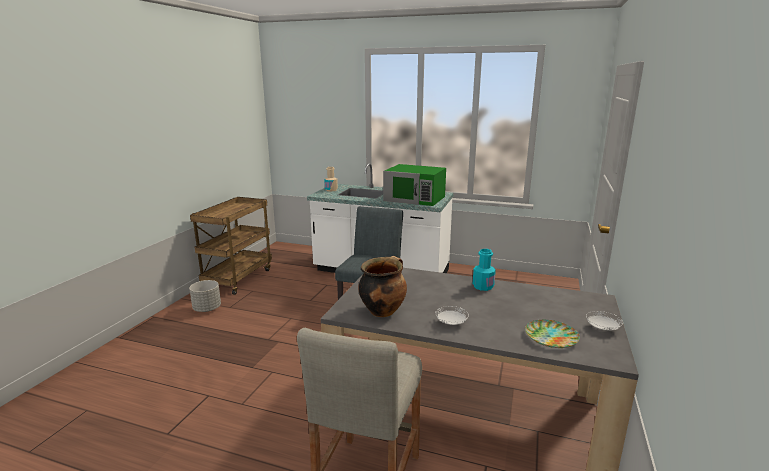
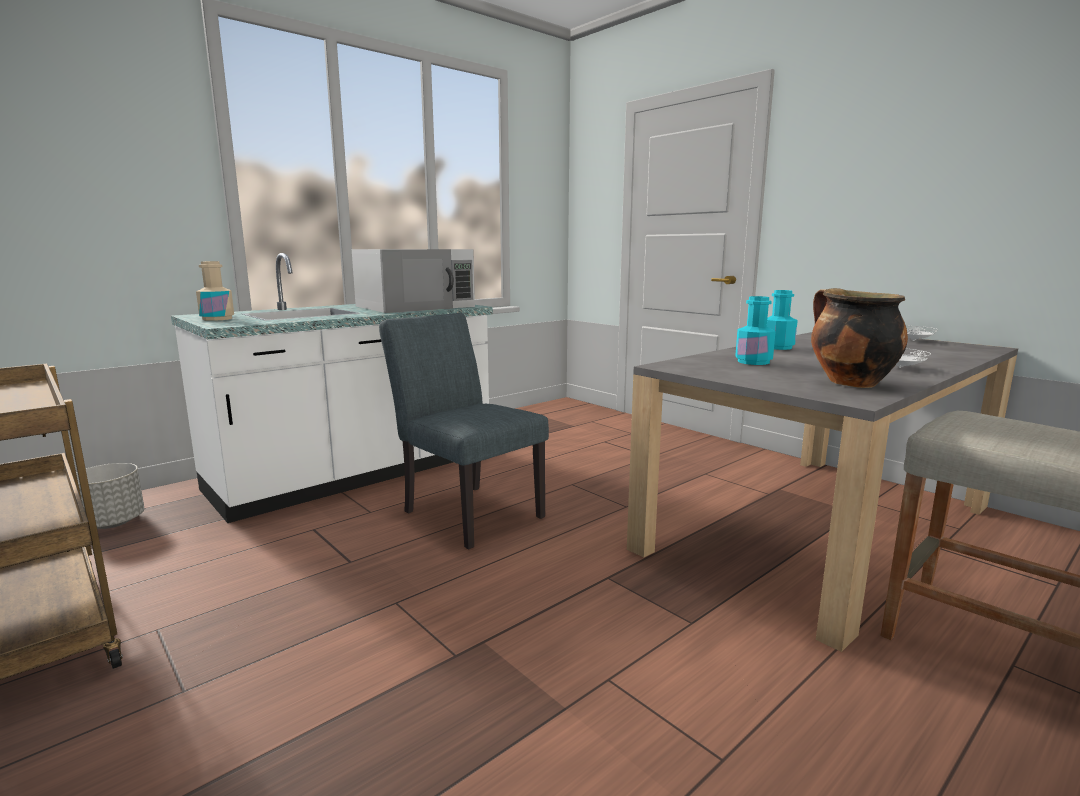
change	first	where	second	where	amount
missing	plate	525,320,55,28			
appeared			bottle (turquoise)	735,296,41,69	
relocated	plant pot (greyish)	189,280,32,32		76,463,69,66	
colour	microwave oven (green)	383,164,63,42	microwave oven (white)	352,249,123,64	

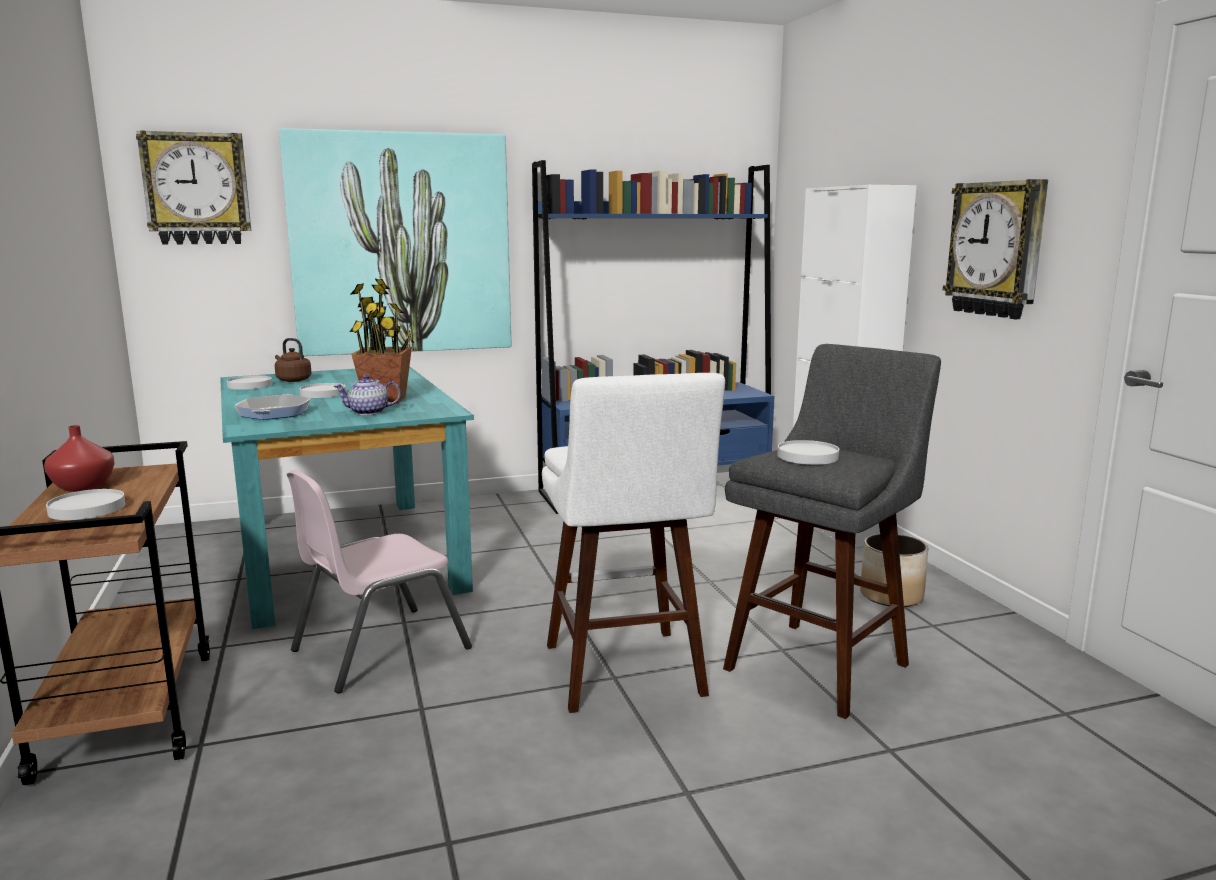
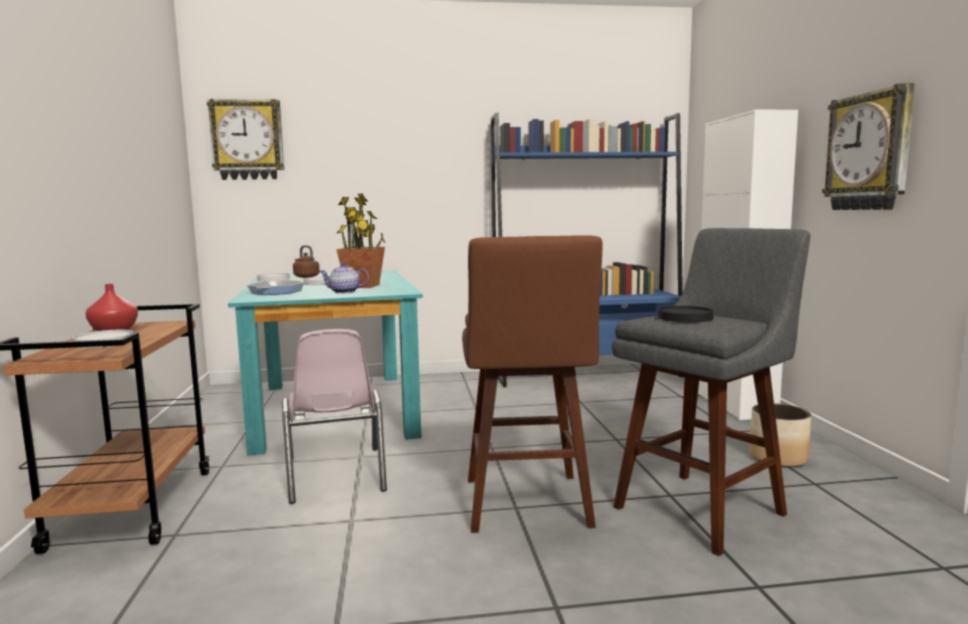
change	first	where	second	where	amount
missing	wall art	279,128,232,228			
colour	stool seat (white)	542,373,183,340	stool seat (brown)	462,235,141,298	
colour	plate (white)	777,440,62,25	plate (black)	658,306,56,16	
spun	chair (pinkish)	287,470,185,223		282,329,105,175	75 degrees counterclockwise

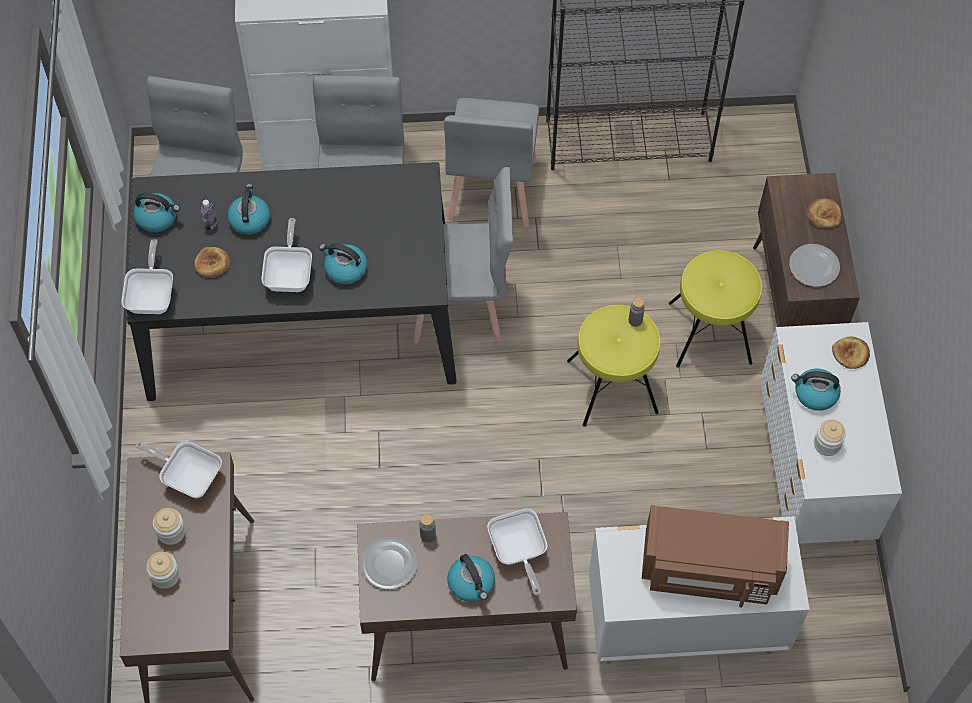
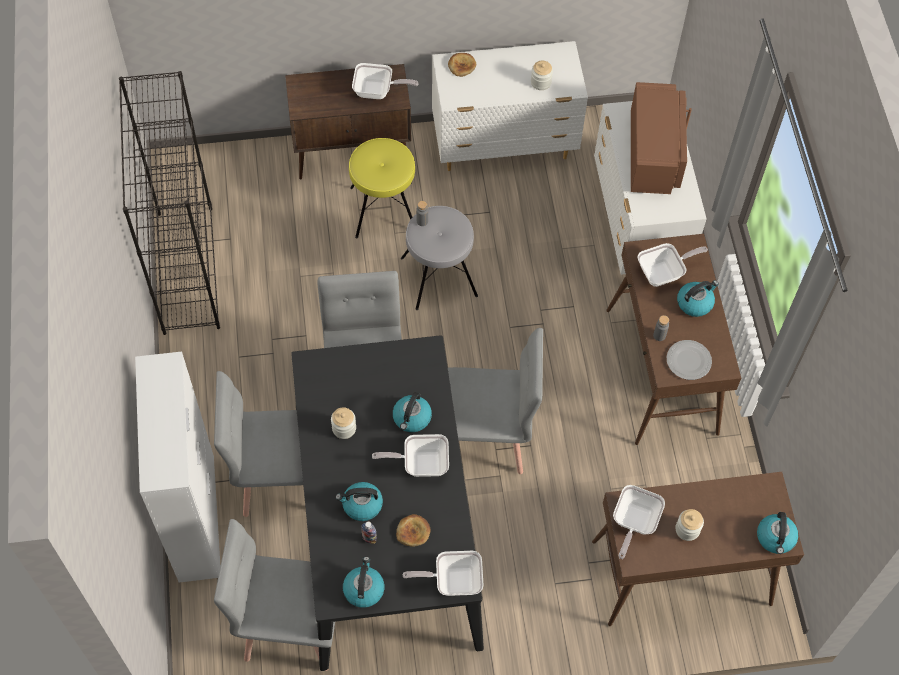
change	first	where	second	where	amount
missing	bread	807,199,34,29			
relocated	preserve jar	146,552,34,37		331,407,25,32	
relocated	chair (greyish)	444,98,95,129		448,328,95,146	
relocated	water kettle	791,368,50,43		757,512,41,42	
exchanged	plate	789,244,51,43	pan	352,63,67,36	
colour	stool seat (yellow)	567,305,93,122	stool seat (greyish)	401,206,77,104	

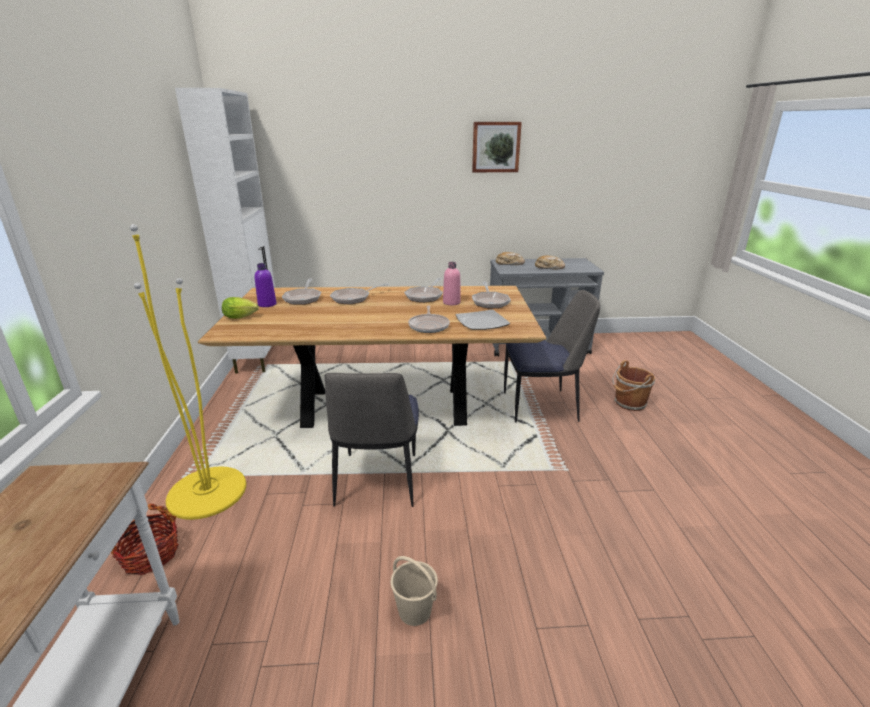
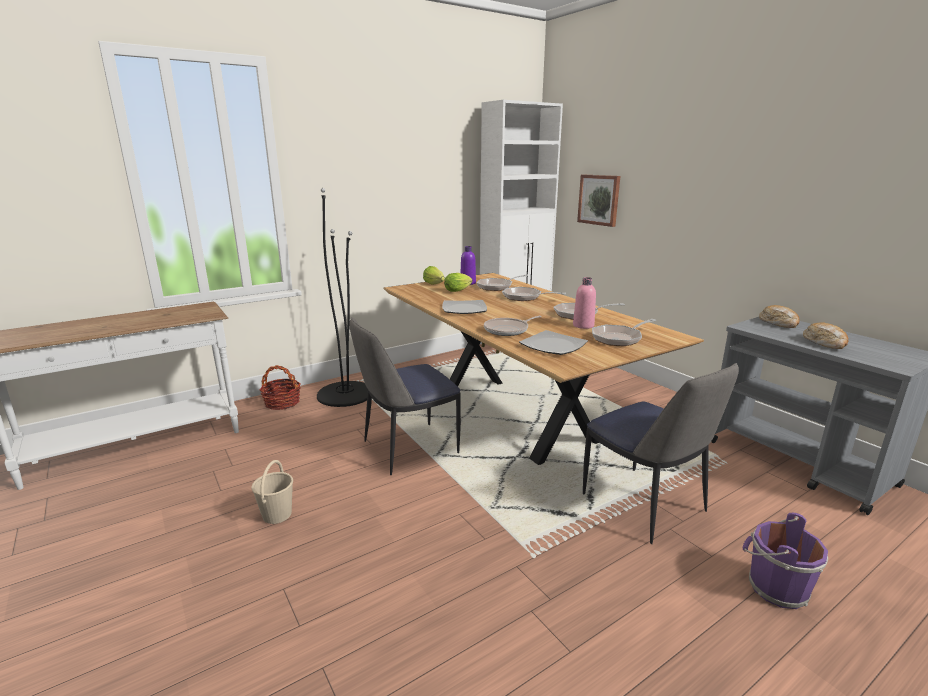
change	first	where	second	where	amount
appeared			plate	442,300,45,14	
appeared			lettuce	444,273,28,19	
relocated	wall art	472,122,50,50		577,175,43,52	
colour	standing lamp (yellow)	130,224,116,296	standing lamp (black)	317,188,51,219	
colour	water bucket (brown)	612,360,44,51	water bucket (purple)	743,512,85,97	

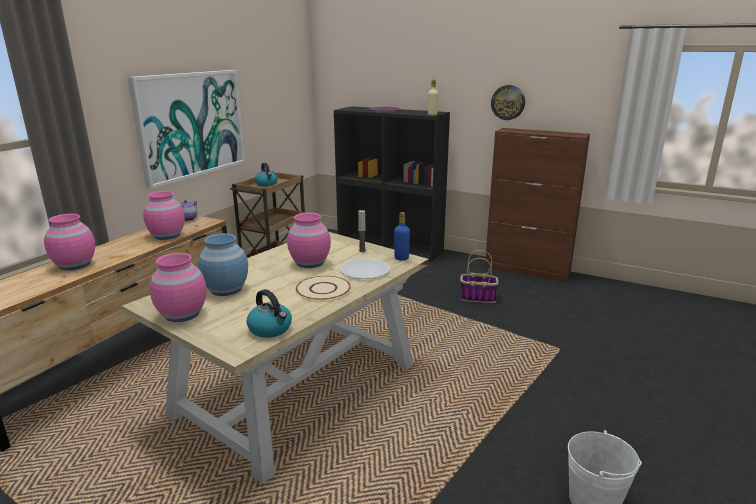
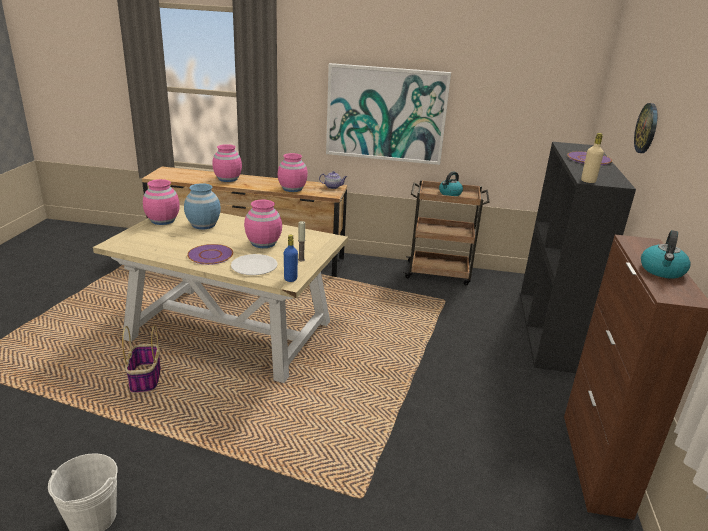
change	first	where	second	where	amount
relocated	water kettle	247,289,45,49		641,230,50,49	
relocated	household basket	460,250,39,53		122,325,39,68	
relocated	wall clock	491,85,34,35		634,103,23,50	
colour	plate (sand-coloured)	296,276,55,25	plate (purple)	187,244,46,21	

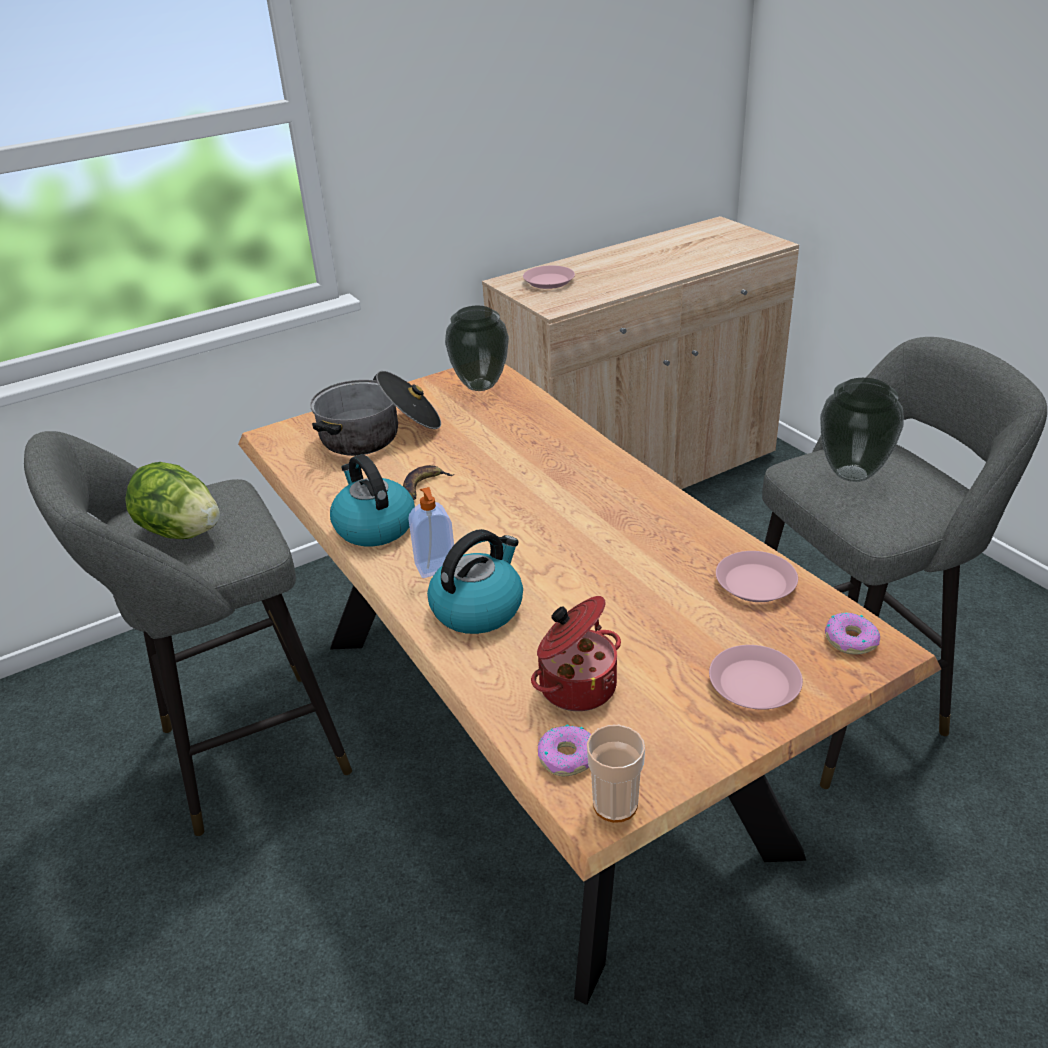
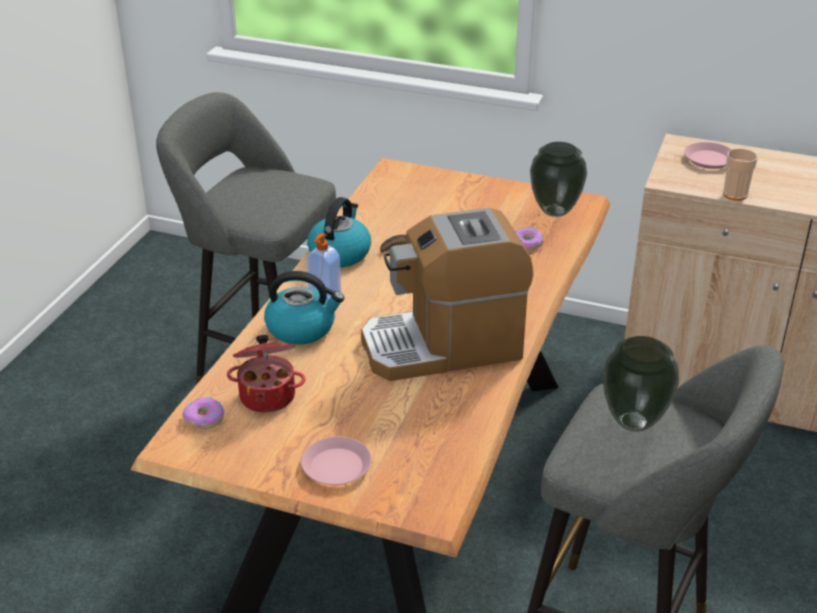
change	first	where	second	where	amount
missing	lettuce	125,462,95,77			
missing	cooking pot	310,371,131,85			
missing	plate (pinkish)	716,551,82,51			
appeared			coffee maker	361,208,172,173	
relocated	small cup	587,725,58,98		723,148,35,53	
relocated	ring doughnut	825,612,55,43		515,227,29,24	

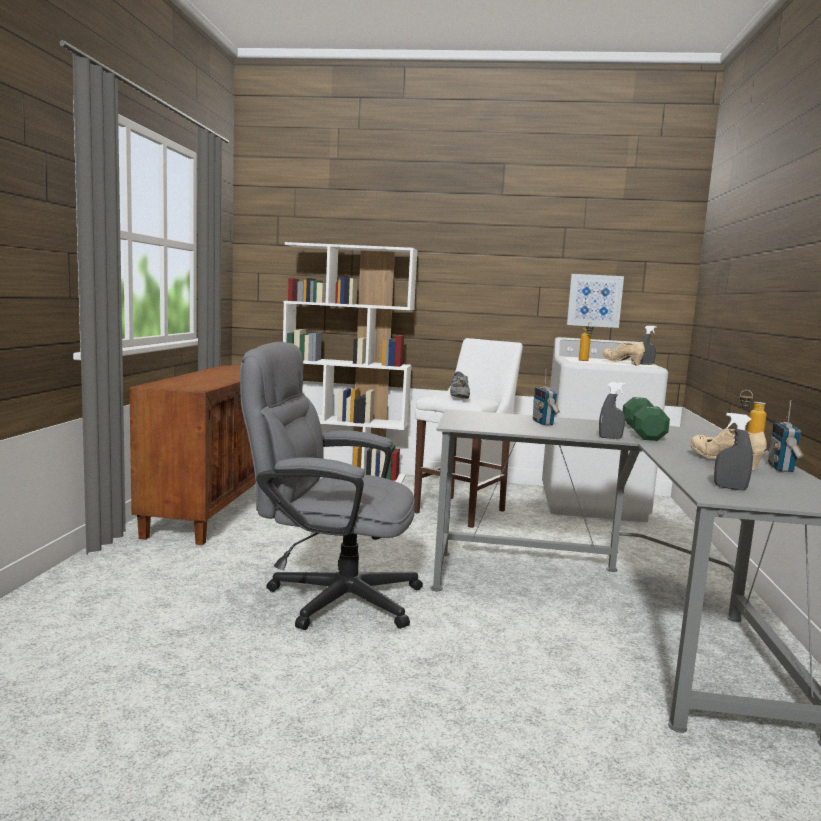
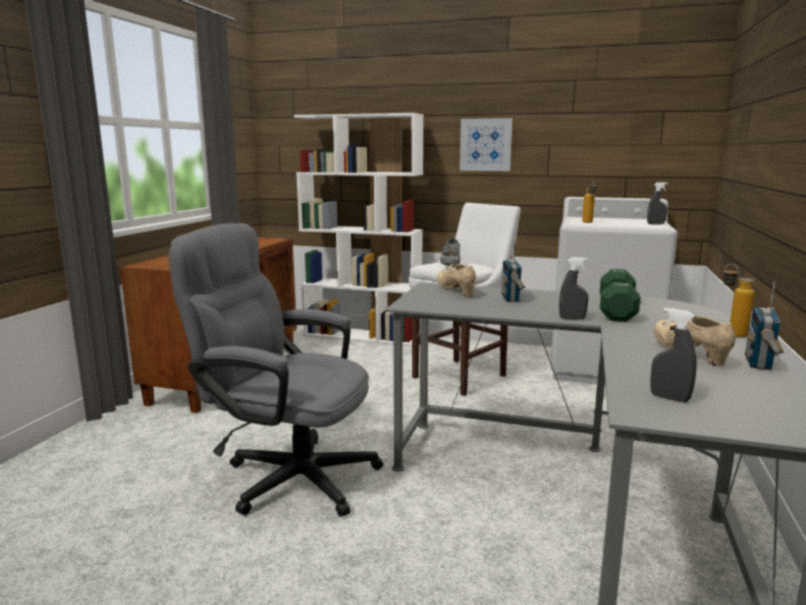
change	first	where	second	where	amount
relocated	wall art	567,274,57,54		460,118,52,53	
relocated	shoe (sand-coloured)	603,342,42,23		437,264,39,33	

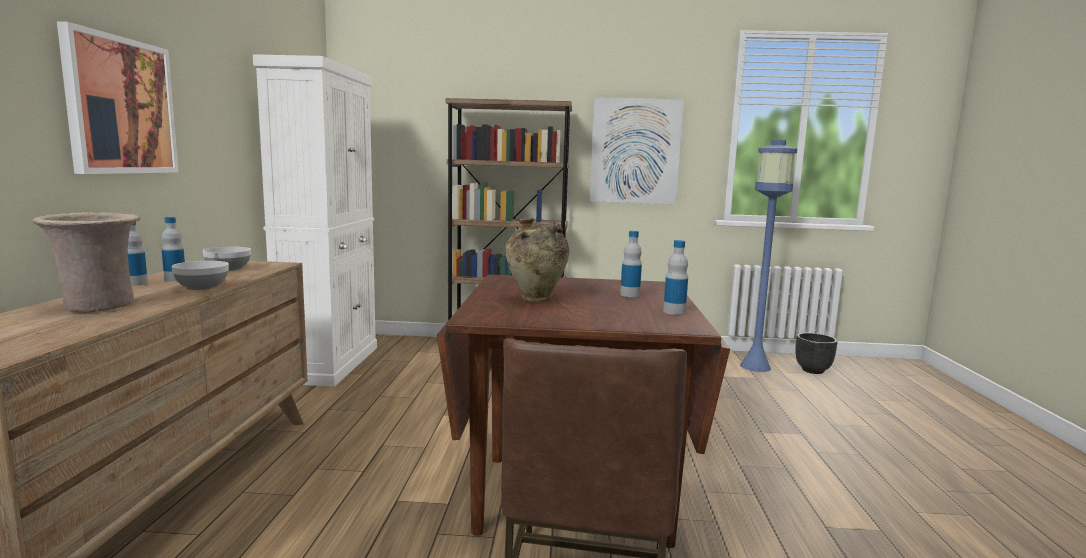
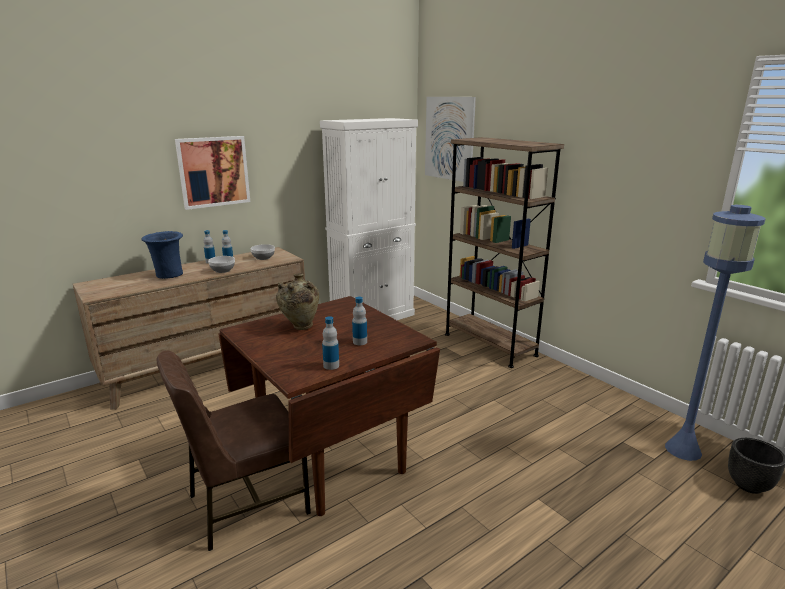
change	first	where	second	where	amount
relocated	wall art	589,97,95,107		425,97,51,85	
colour	flower vase (sand-coloured)	33,212,108,101	flower vase (bluish)	142,231,41,48	

